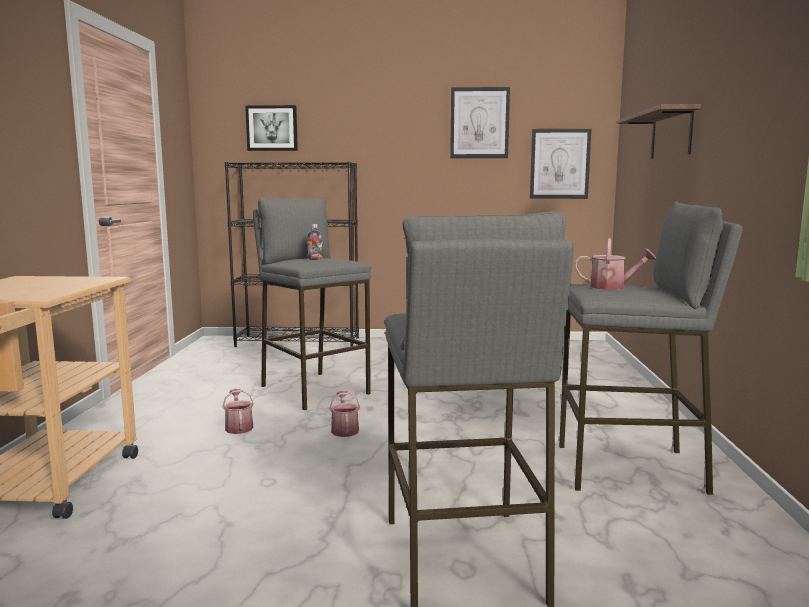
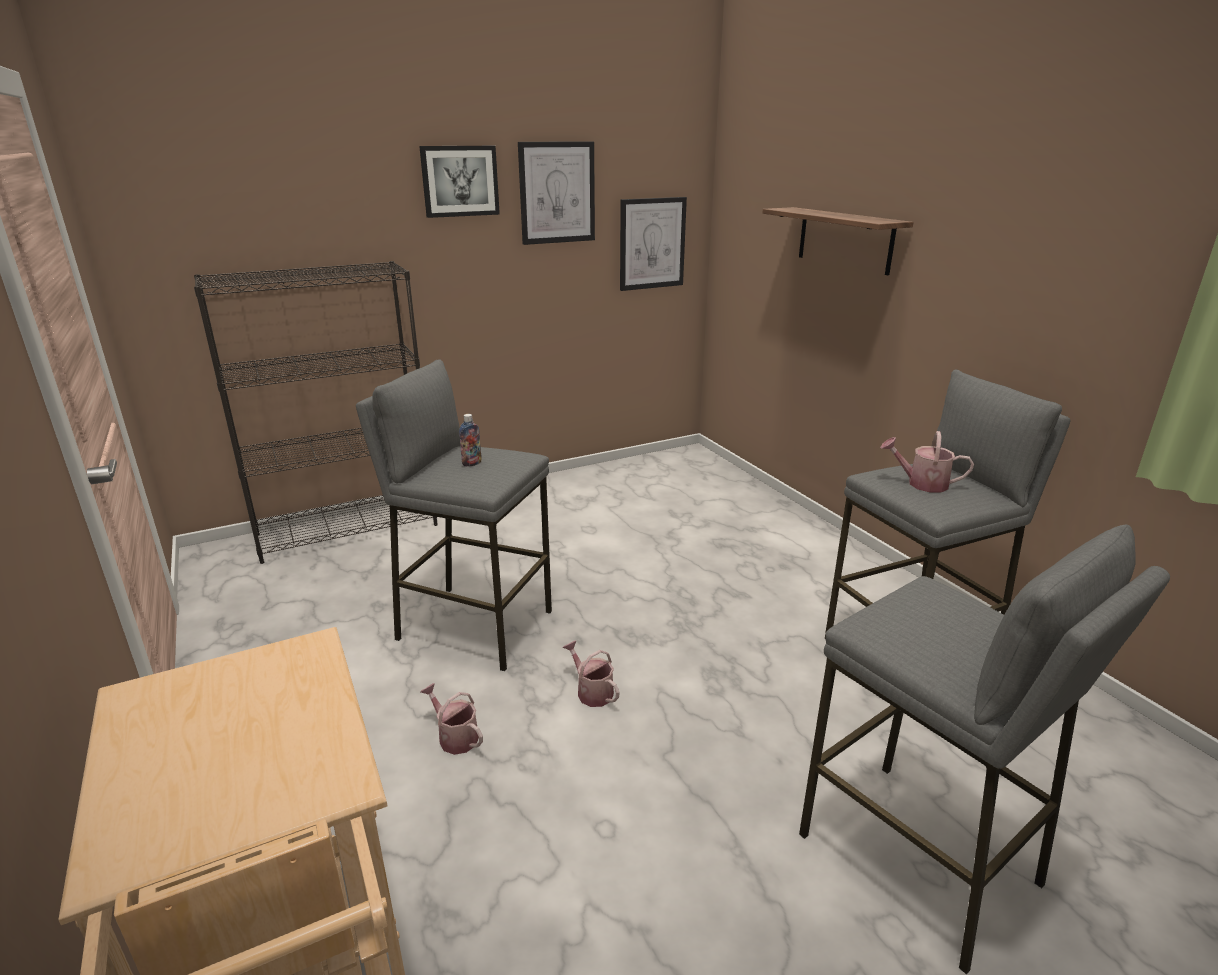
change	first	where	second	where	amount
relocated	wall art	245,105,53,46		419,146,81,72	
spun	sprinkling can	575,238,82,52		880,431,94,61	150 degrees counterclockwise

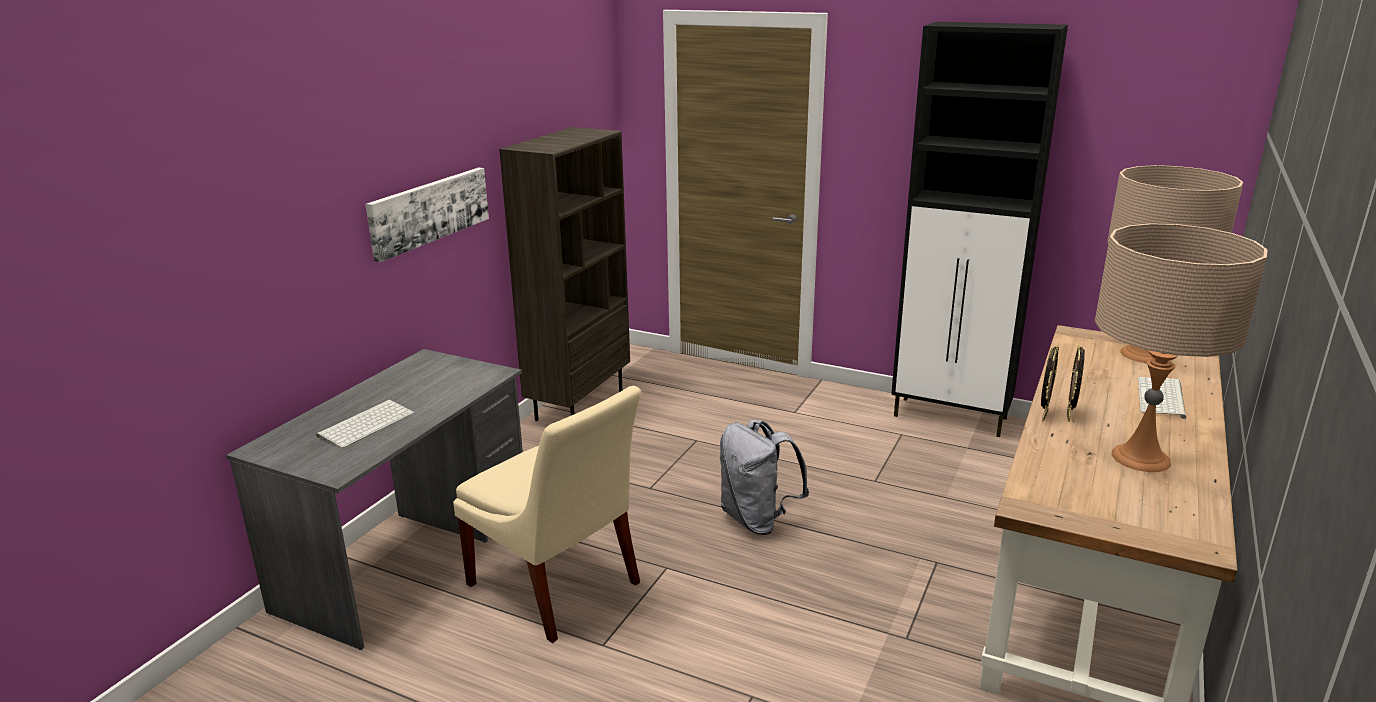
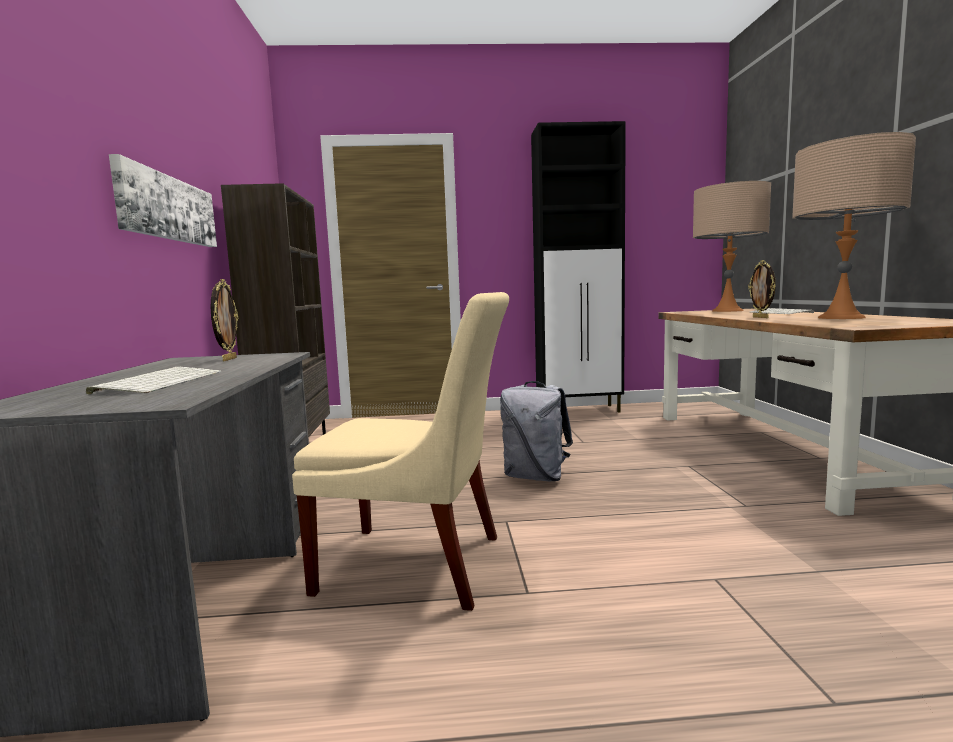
change	first	where	second	where	amount
relocated	standing frame	1041,345,18,76		210,279,28,82	

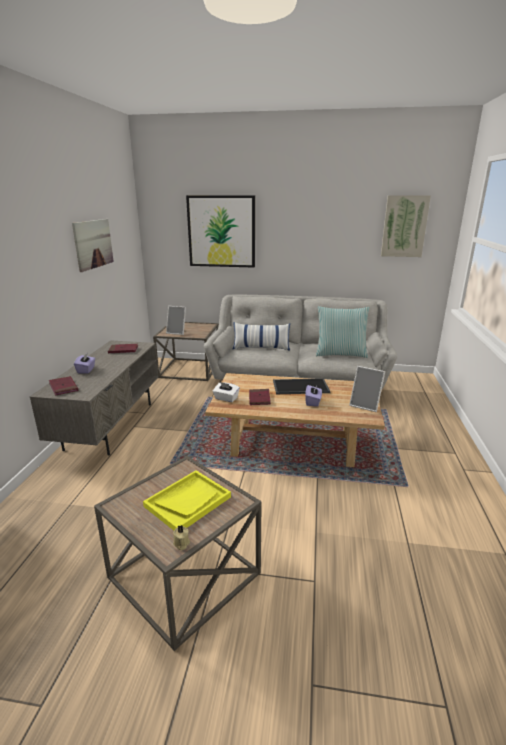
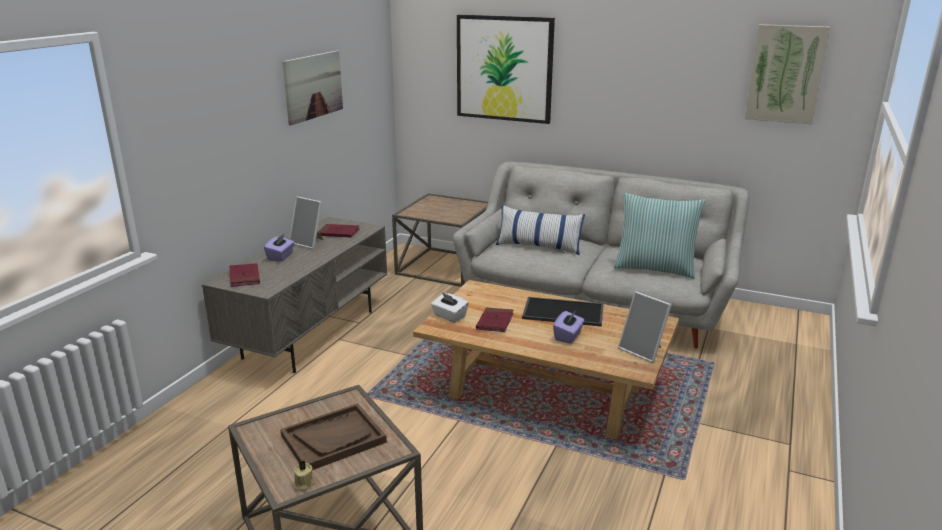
change	first	where	second	where	amount
relocated	standing frame	166,306,20,29		289,196,35,53	
colour	serving tray (yellow)	143,470,88,60	serving tray (brown)	280,403,107,67	

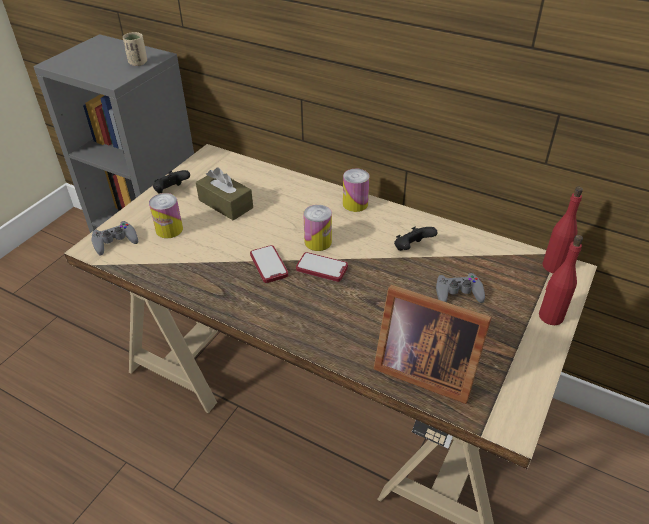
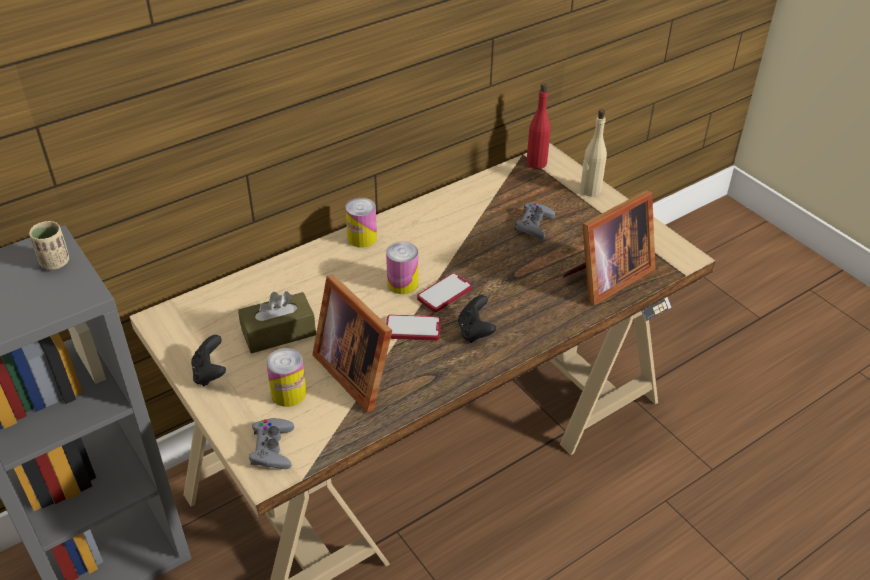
change	first	where	second	where	amount
appeared			standing frame	312,275,80,138	
relocated	game controller (black)	394,227,44,24		458,295,38,48	
colour	bottle (red-coloured)	539,235,44,90	bottle (sand-coloured)	580,109,27,87	

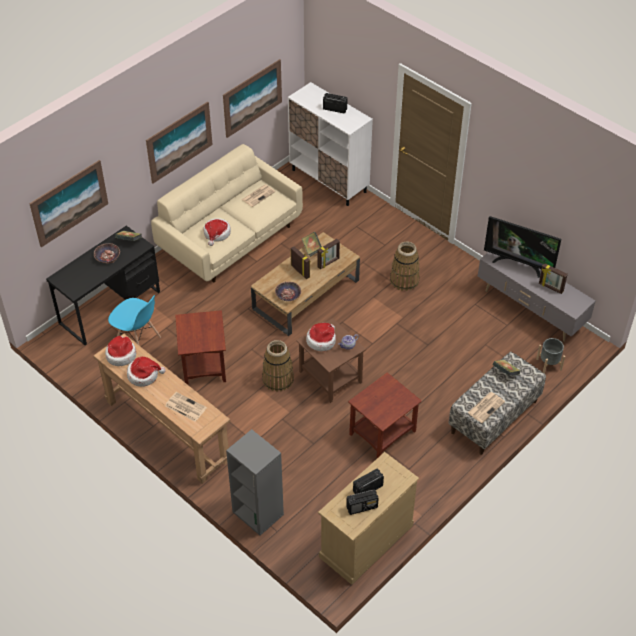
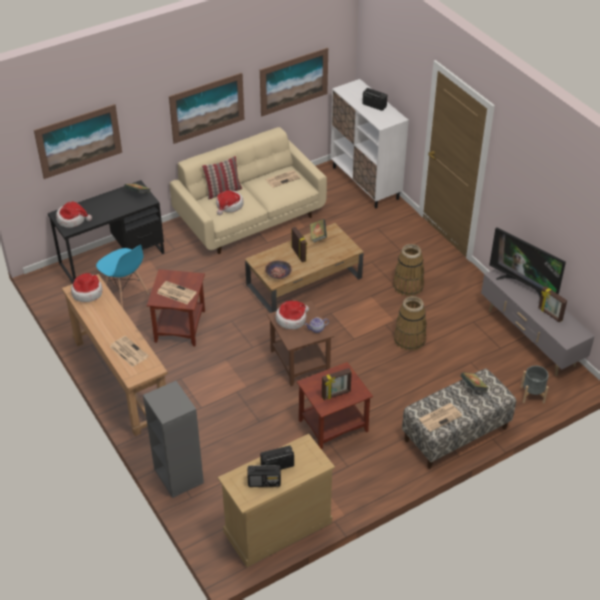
change	first	where	second	where	amount
missing	bowl	94,243,26,20			
appeared			daily paper	157,281,40,23	
appeared			throw pillow	202,156,40,43	
relocated	clothing hat	127,357,39,30		56,202,36,26	
relocated	household basket	262,340,32,52		394,296,33,55	
relocated	standing frame	317,239,23,30		322,368,30,32	

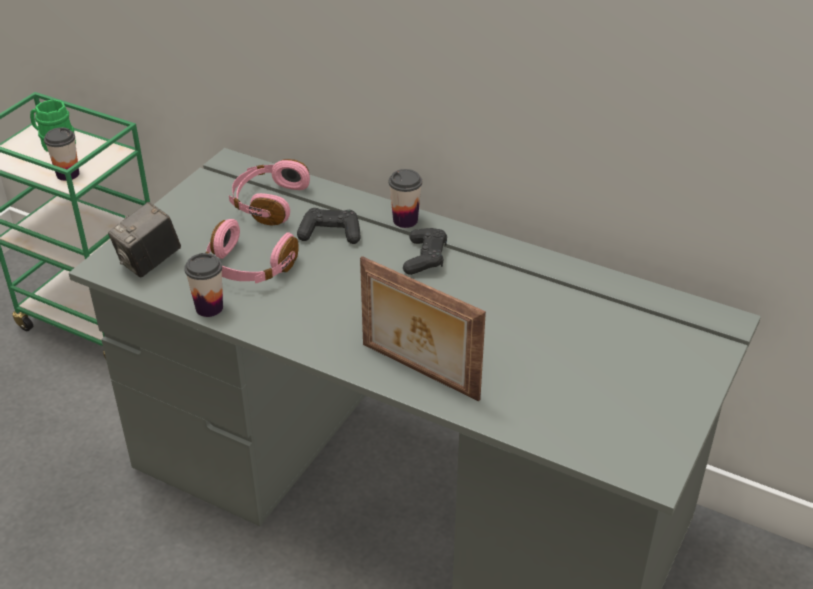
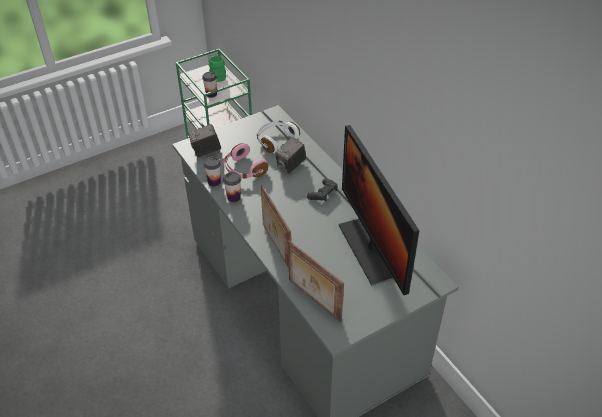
change	first	where	second	where	amount
appeared			standing frame	288,240,56,82	
appeared			computer display	339,125,80,170	
relocated	small cup	389,169,33,59		223,172,18,30	
exchanged	game controller (black)	297,208,64,36	photo camera	275,137,31,37	
colour	headset (pinkish)	229,159,81,66	headset (white)	256,120,44,33	

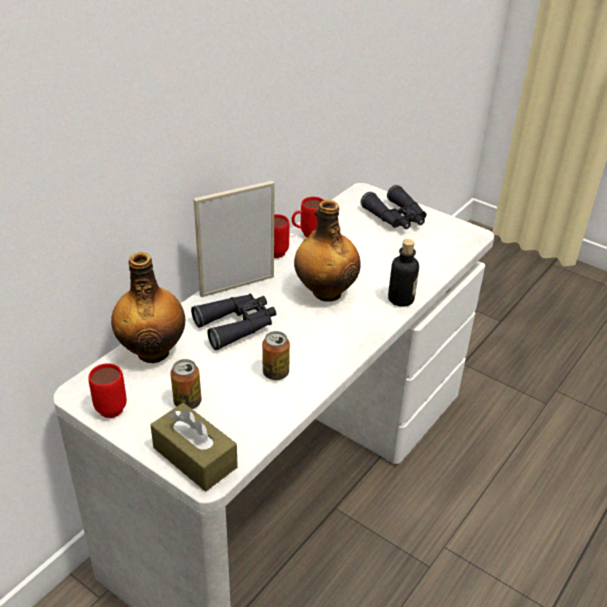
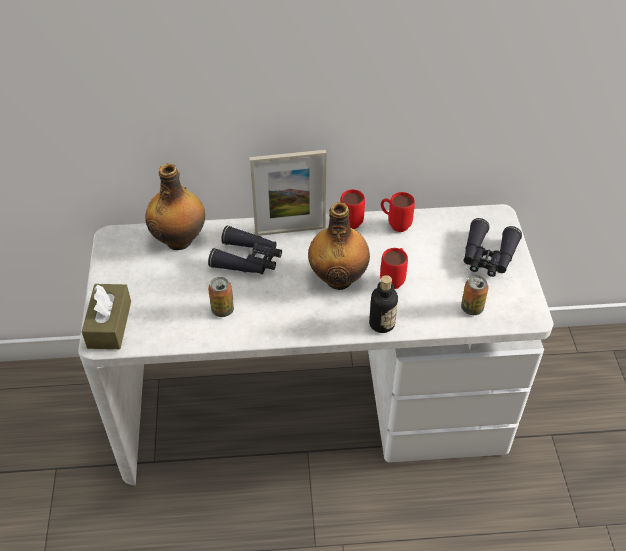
change	first	where	second	where	amount
relocated	mug (red-coloured)	88,363,39,55		380,248,28,41	
relocated	can	170,359,32,50		461,275,28,40	
spun	standing frame	193,181,82,116		250,150,77,86	150 degrees clockwise

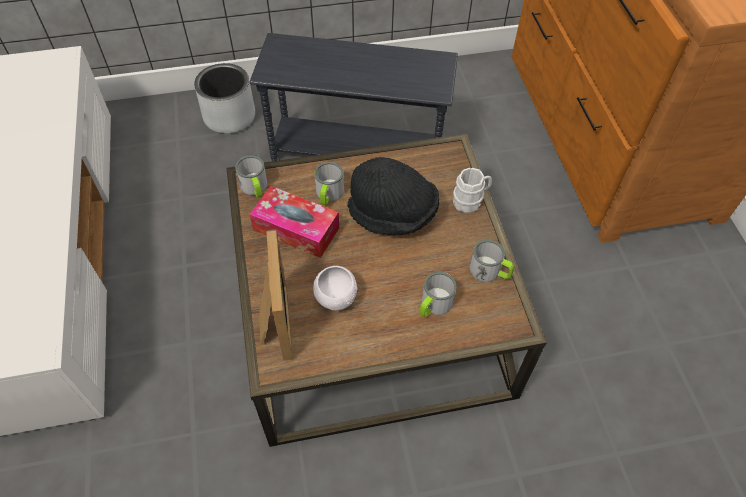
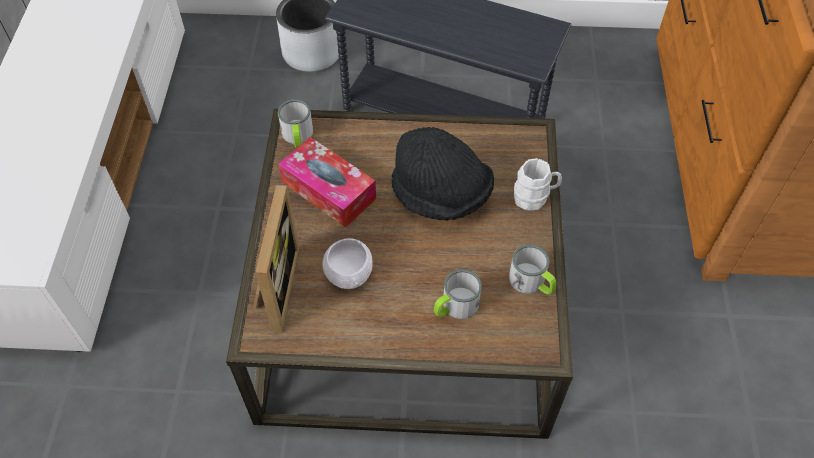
change	first	where	second	where	amount
missing	mug	314,162,30,43			

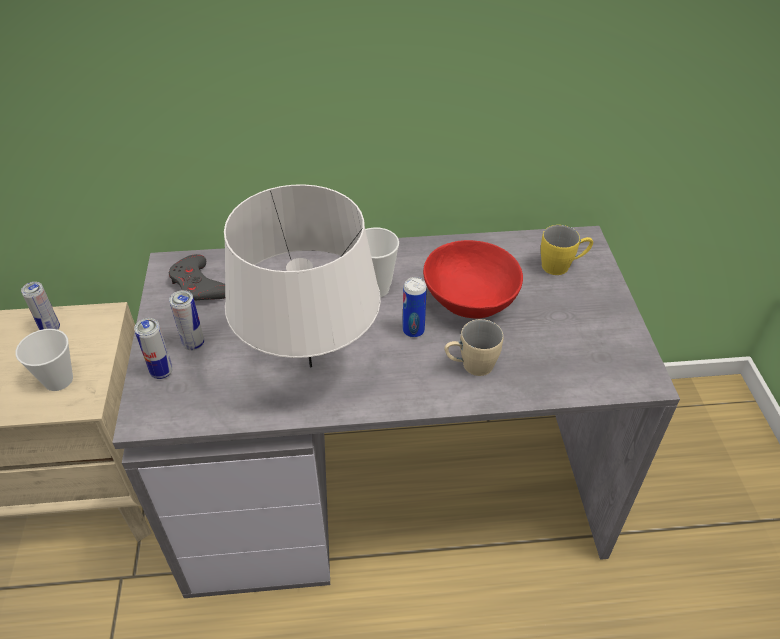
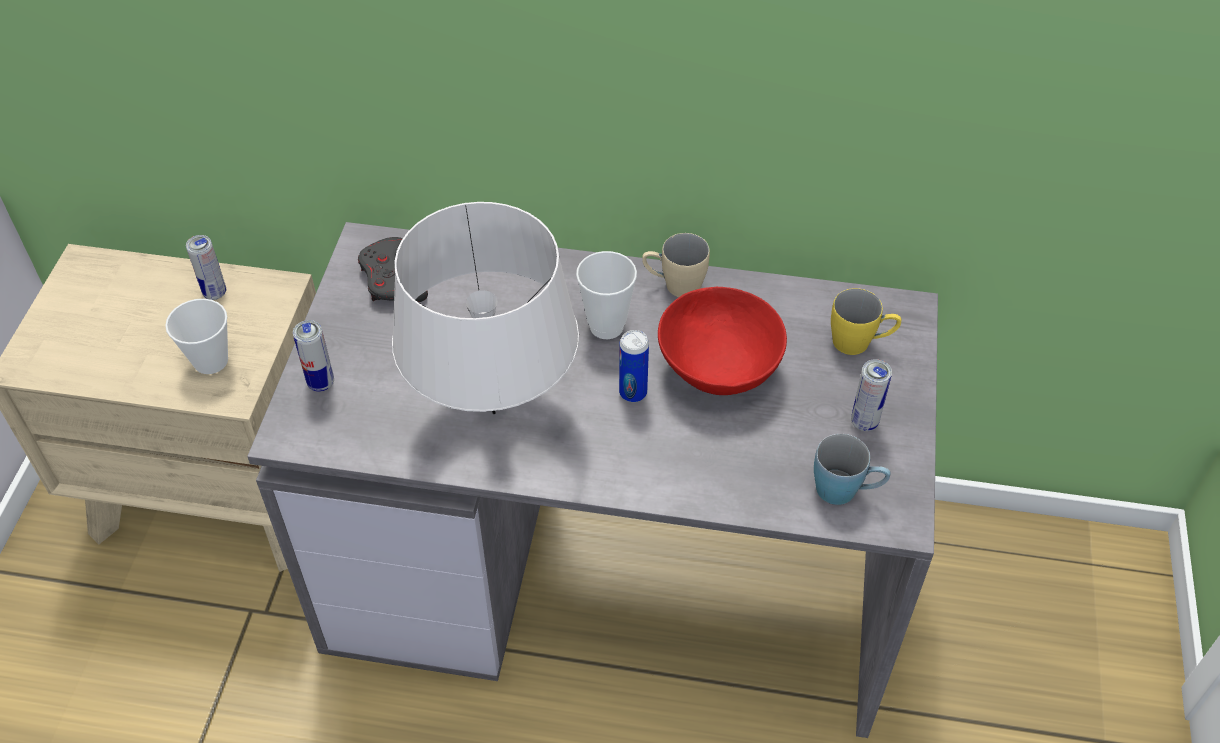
change	first	where	second	where	amount
appeared			mug (bluish)	814,434,77,71	
relocated	can	169,290,35,60		851,359,41,72	
relocated	mug (sand-coloured)	445,319,58,57		642,233,68,64	

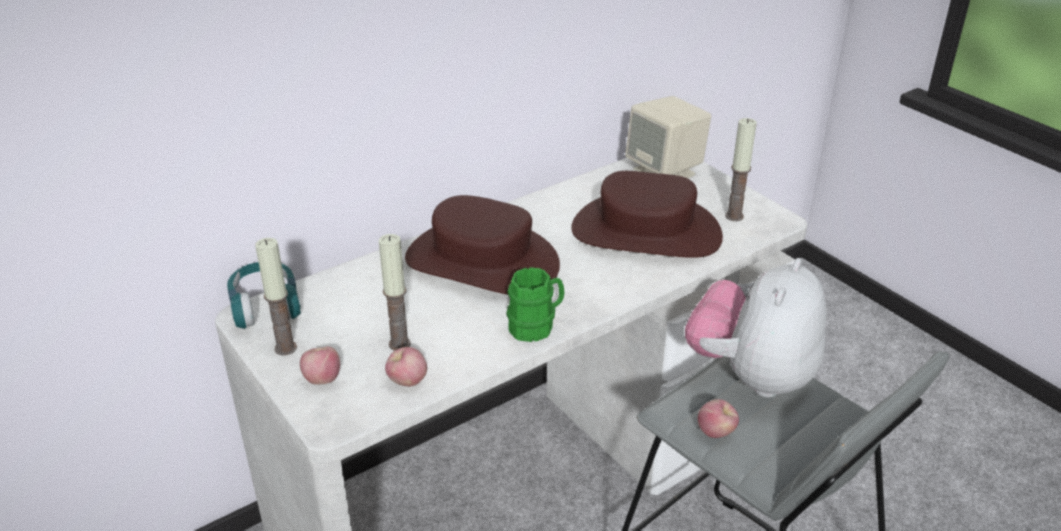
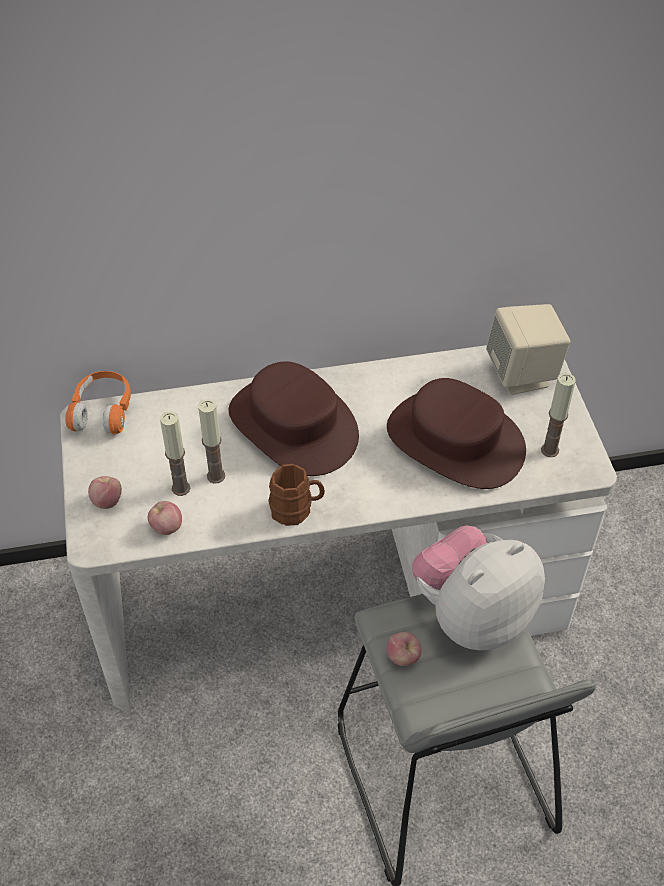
change	first	where	second	where	amount
relocated	wax light	255,238,42,117		198,399,27,85	
colour	headset (turquoise)	227,262,74,67	headset (orangey)	65,371,66,63	
colour	mug (green)	506,267,58,75	mug (brown)	268,464,57,62	

